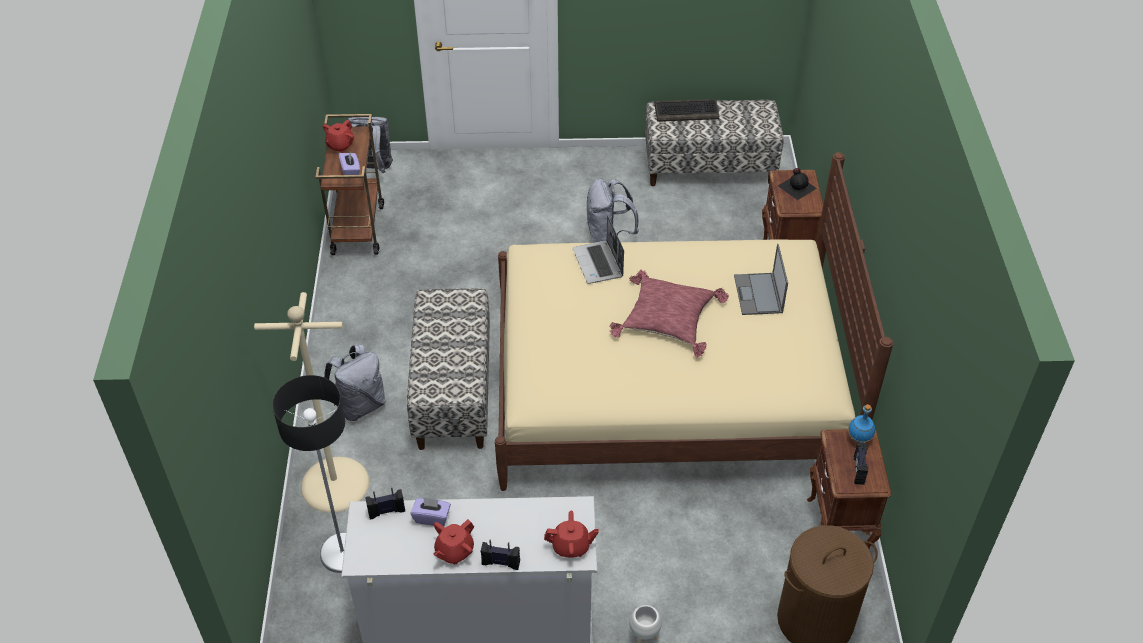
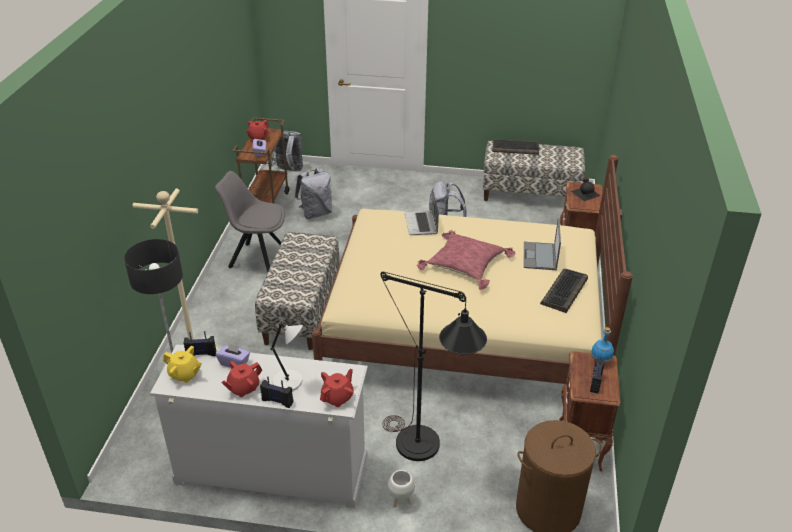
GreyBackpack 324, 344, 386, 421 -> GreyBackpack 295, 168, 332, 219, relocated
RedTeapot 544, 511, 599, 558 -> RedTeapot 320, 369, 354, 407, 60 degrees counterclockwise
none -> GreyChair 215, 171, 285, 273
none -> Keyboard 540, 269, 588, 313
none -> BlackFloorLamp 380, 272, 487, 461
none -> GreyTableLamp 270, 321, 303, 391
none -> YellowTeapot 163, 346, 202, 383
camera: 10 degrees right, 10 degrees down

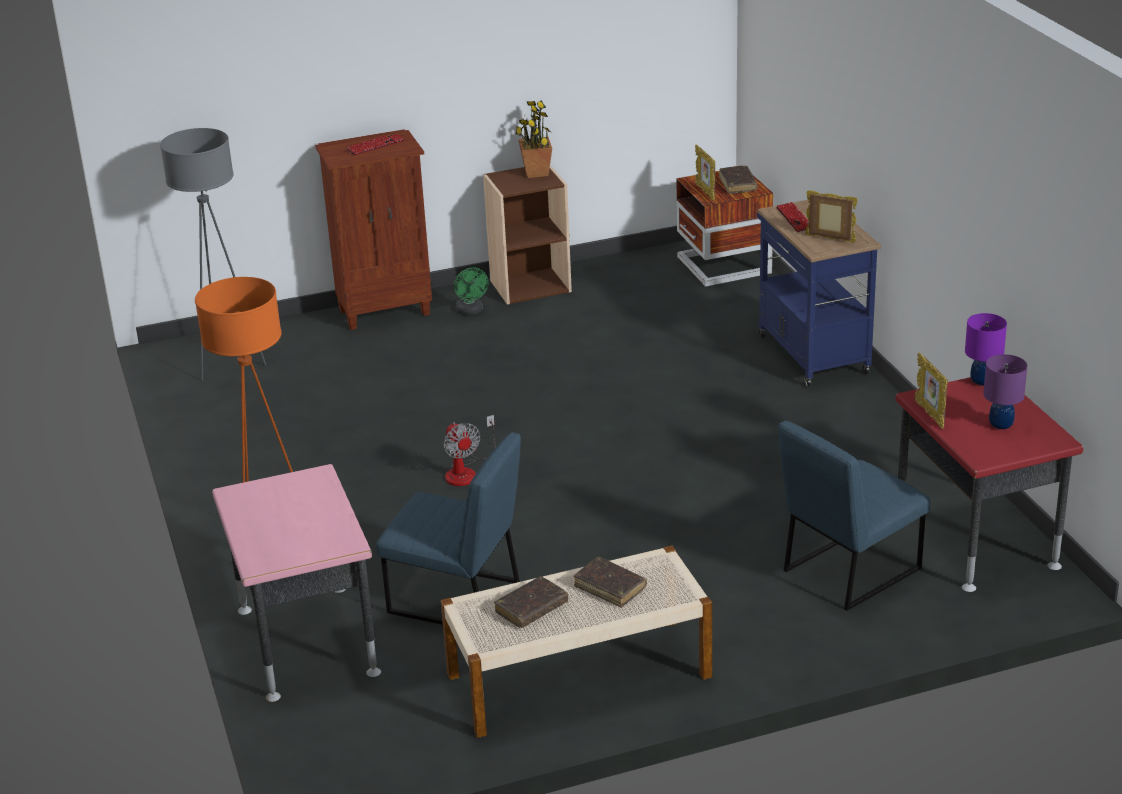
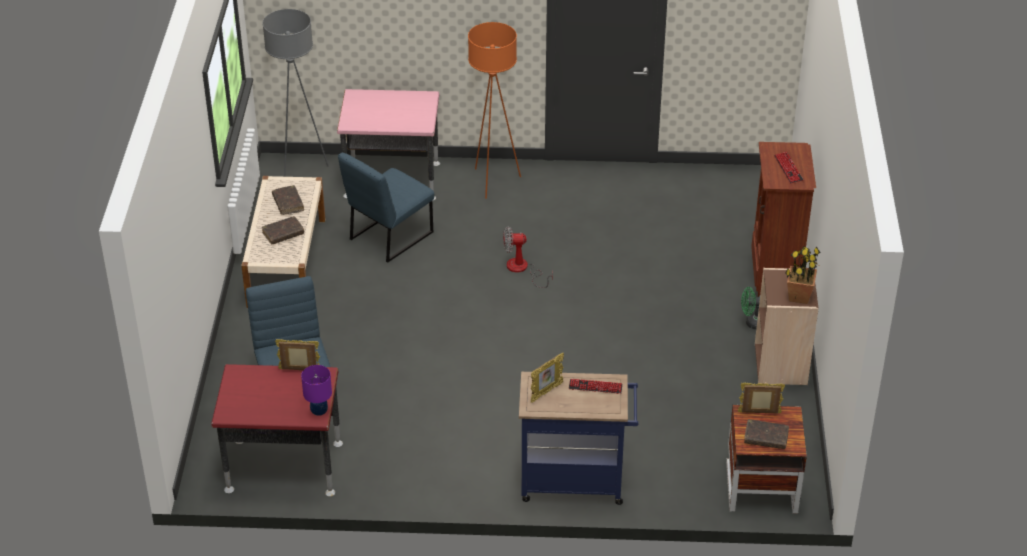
GreyFloorLamp 160, 128, 266, 381 -> GreyFloorLamp 263, 9, 329, 177, relocated
PurpleTableLamp 983, 354, 1027, 429 -> none
camera: 110 degrees right, 10 degrees up

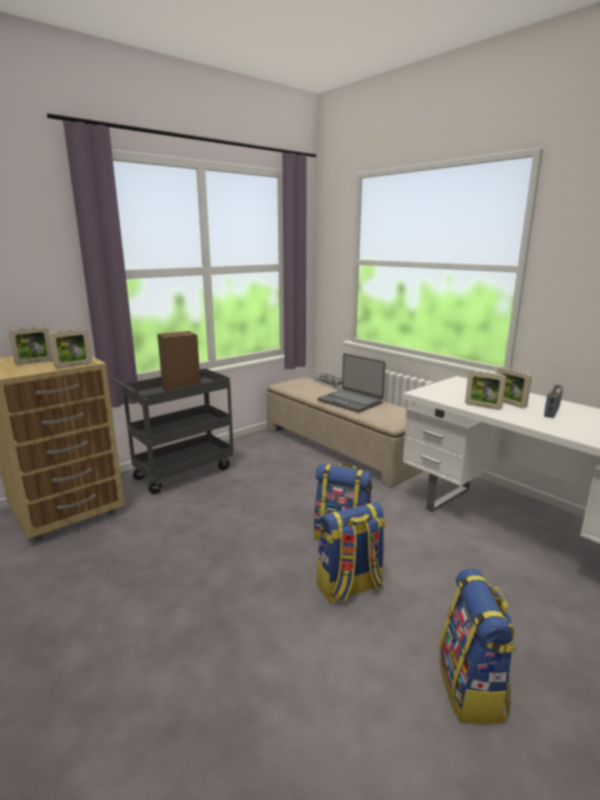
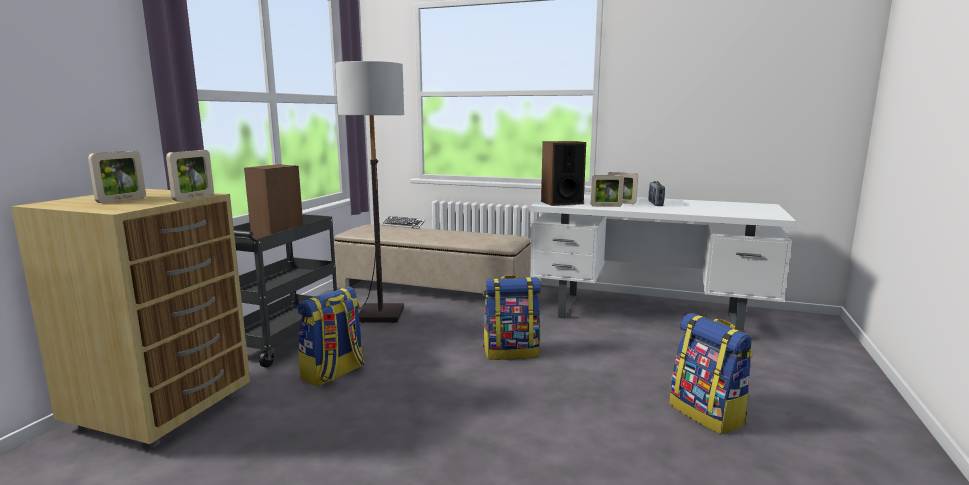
Laptop 318, 353, 386, 413 -> none
Backpack 317, 502, 386, 603 -> Backpack 297, 287, 364, 387, relocated
none -> FloorLamp 335, 61, 404, 323
none -> Speaker 541, 141, 586, 206
camera: 30 degrees left, 5 degrees down

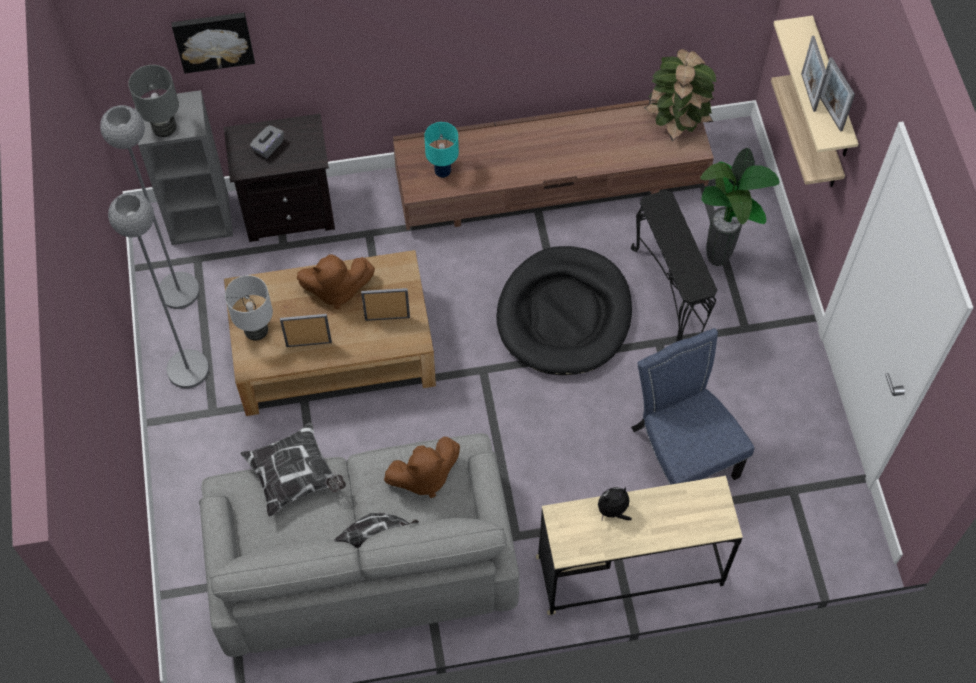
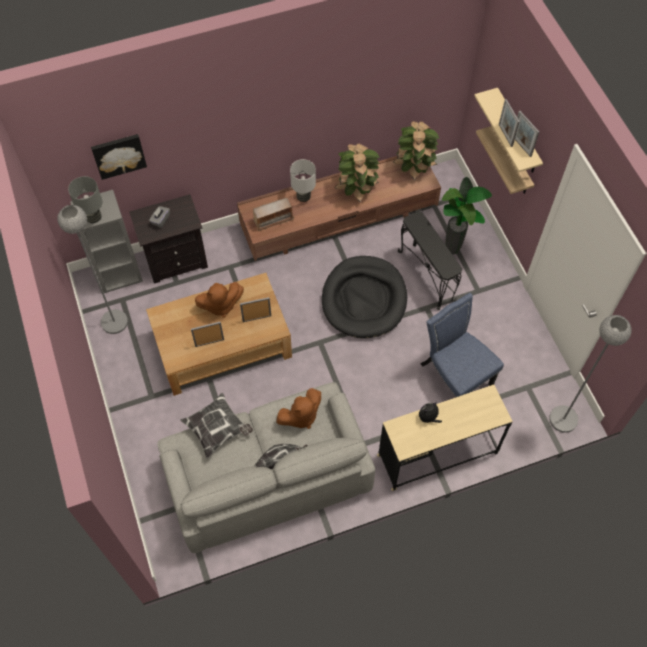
TurquoiseTableLamp 424, 122, 459, 178 -> Radio 253, 197, 294, 231
GreyFloorLamp 108, 192, 209, 388 -> GreyFloorLamp 549, 315, 632, 433, relocated
GreyTableLamp 225, 275, 273, 341 -> GreyTableLamp 290, 159, 316, 202, relocated
none -> PottedPlant 334, 143, 380, 203
camera: 10 degrees left, 0 degrees up

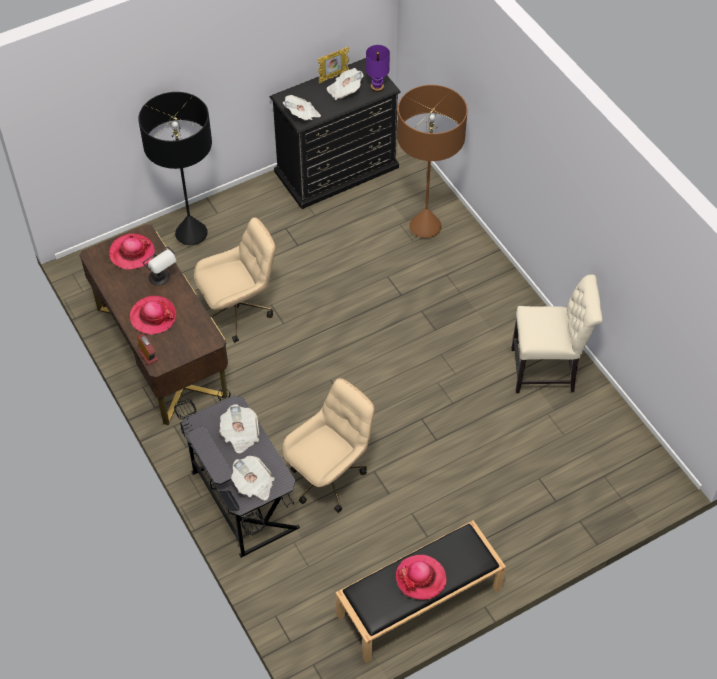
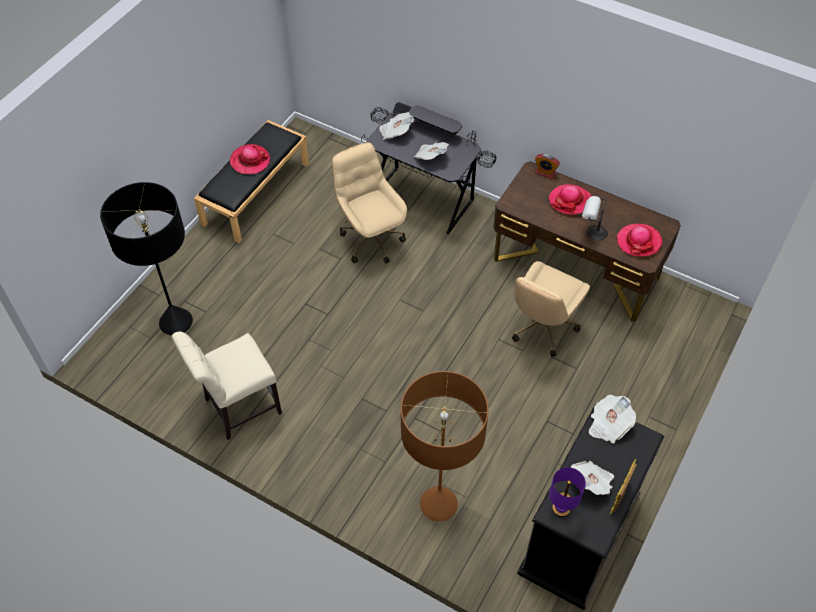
BlackFloorLamp 138, 92, 212, 245 -> BlackFloorLamp 100, 182, 193, 335, relocated
BeigeOfficeChair 283, 378, 375, 513 -> BeigeOfficeChair 332, 142, 407, 263, 135 degrees clockwise
camera: 150 degrees right, 0 degrees up

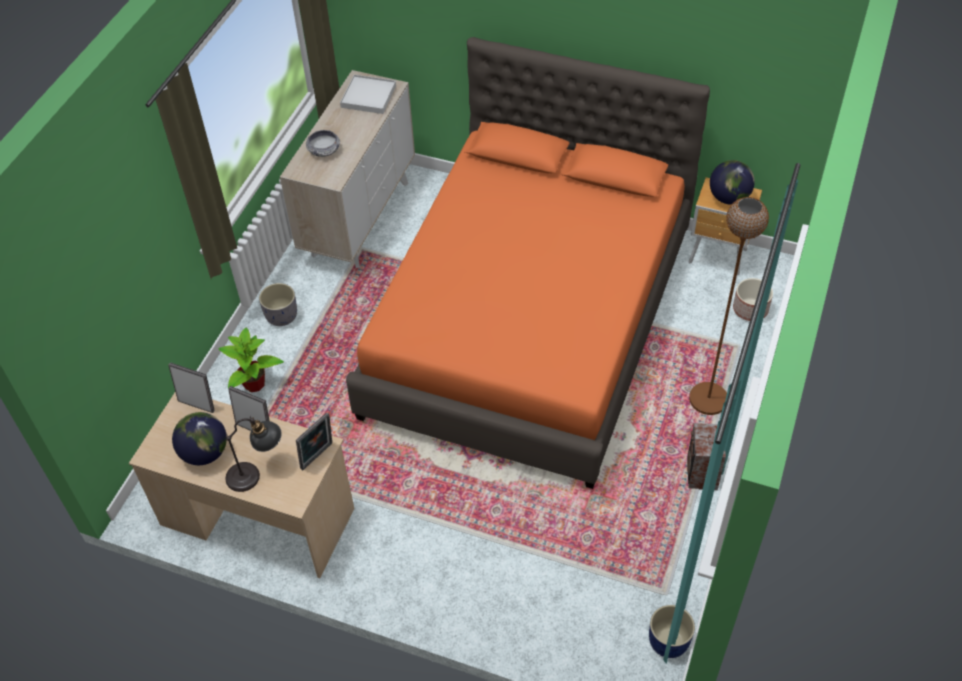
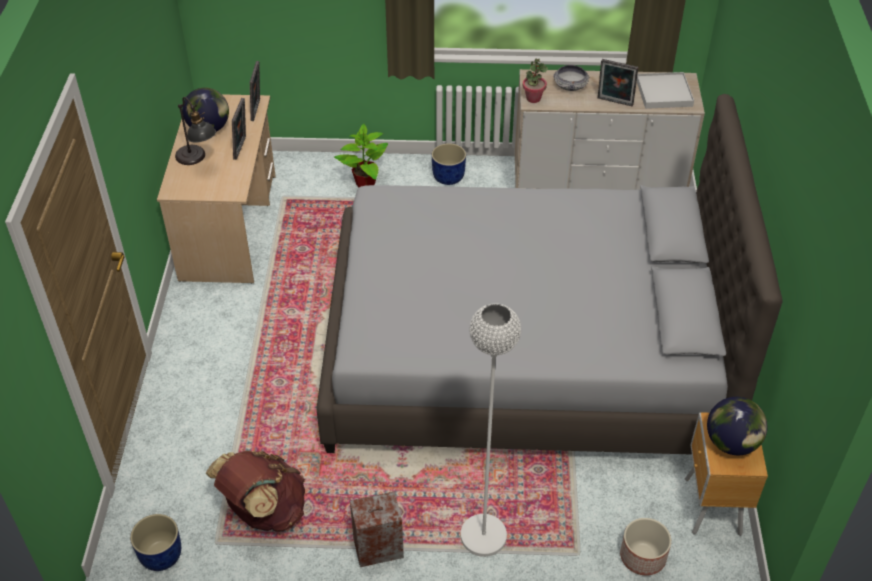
OrangeBed 346, 37, 710, 489 -> GreyBed 317, 94, 783, 455
BrownFloorLamp 689, 197, 769, 415 -> WhiteFloorLamp 461, 303, 521, 557
GreyPlanter 259, 283, 297, 326 -> BluePlanter 432, 143, 466, 185
PictureFrame 296, 412, 332, 470 -> PictureFrame 598, 59, 638, 107, relocated
none -> PottedPlant 523, 59, 548, 103
none -> BrownBackpack 205, 451, 305, 532
camera: 70 degrees right, 5 degrees down

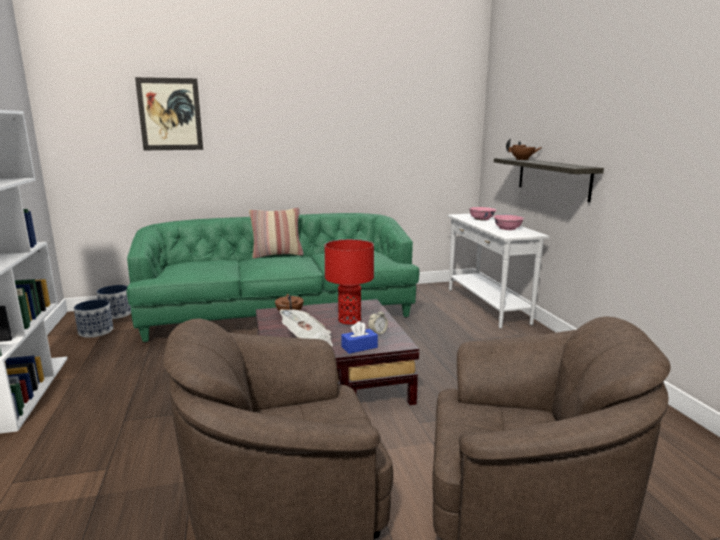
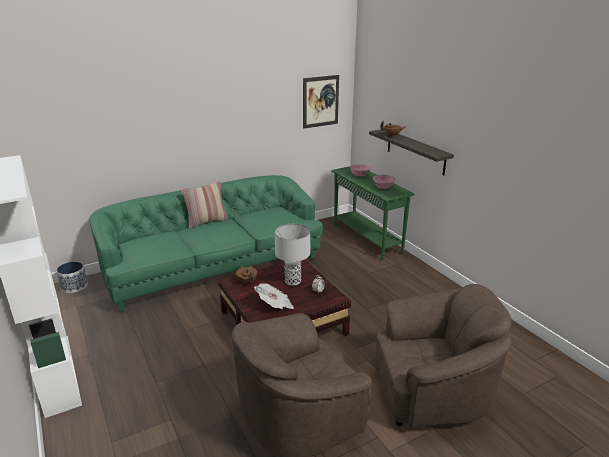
Picture 135, 77, 203, 150 -> Picture 303, 75, 339, 129, relocated
WhiteConsoleTable 447, 214, 550, 329 -> GreenConsoleTable 331, 166, 415, 261
RedTableLamp 325, 239, 374, 324 -> WhiteTableLamp 275, 224, 310, 286
Planter 74, 300, 113, 338 -> none
BlueTissueBox 341, 321, 378, 354 -> none
camera: 15 degrees left, 10 degrees up

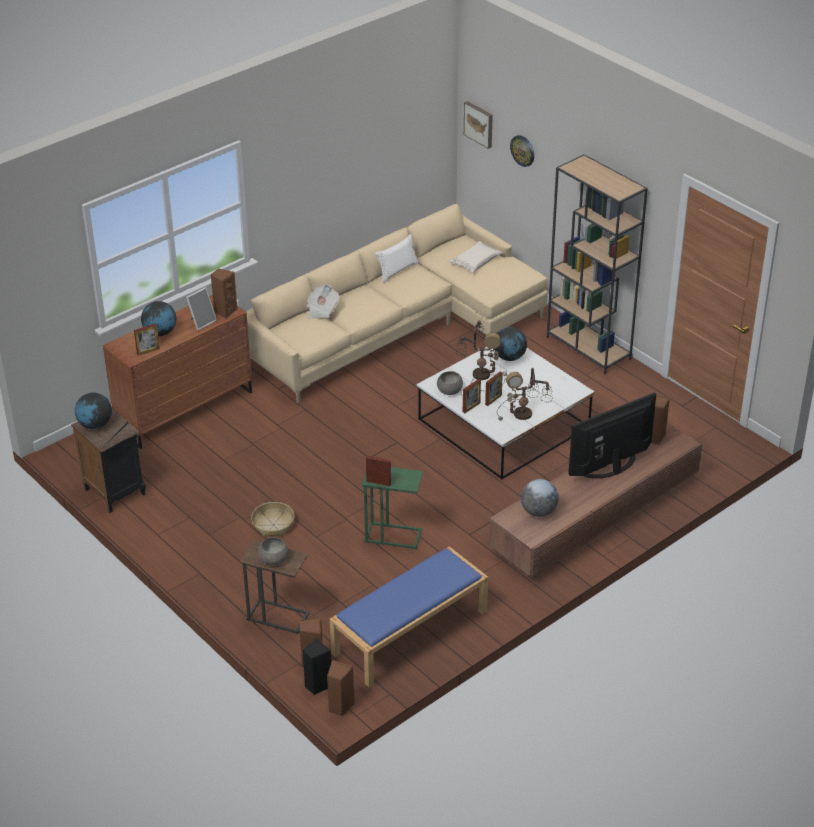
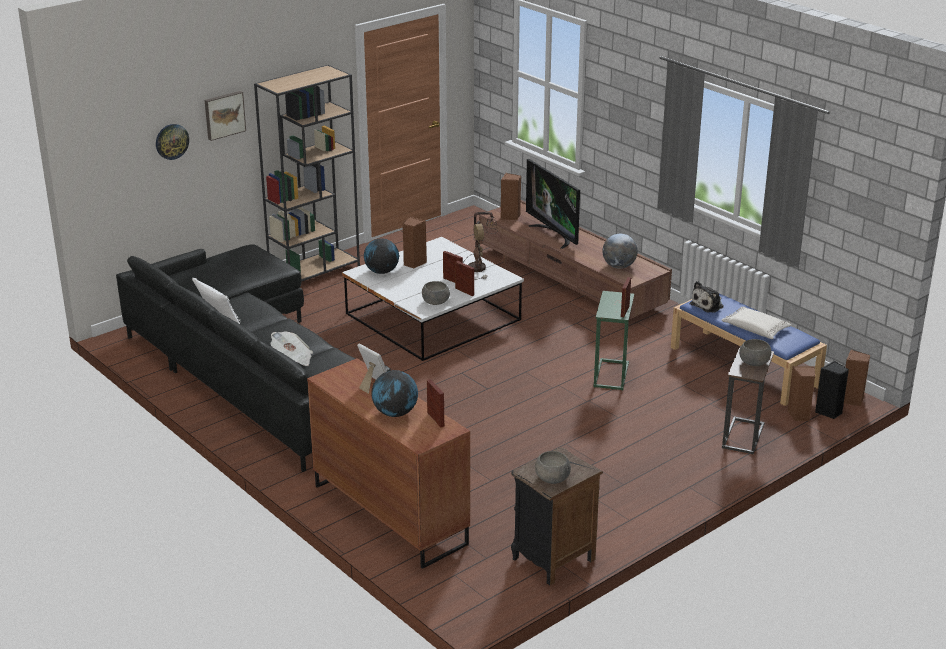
Picture 464, 101, 493, 149 -> Picture 205, 91, 246, 141, relocated
BeigeSofa 246, 204, 548, 403 -> BlackSofa 116, 244, 391, 472
WhitePillow 449, 241, 503, 273 -> WhitePillow 722, 306, 792, 339, relocated
BrownSpeaker 210, 269, 237, 319 -> BrownSpeaker 403, 217, 427, 268, relocated
TableLamp 456, 321, 507, 391 -> none
Globe 75, 392, 112, 429 -> GreyBowl 535, 451, 571, 484
Basket 251, 502, 295, 537 -> none
none -> PlushToy 690, 281, 724, 313
camera: 90 degrees left, 10 degrees down

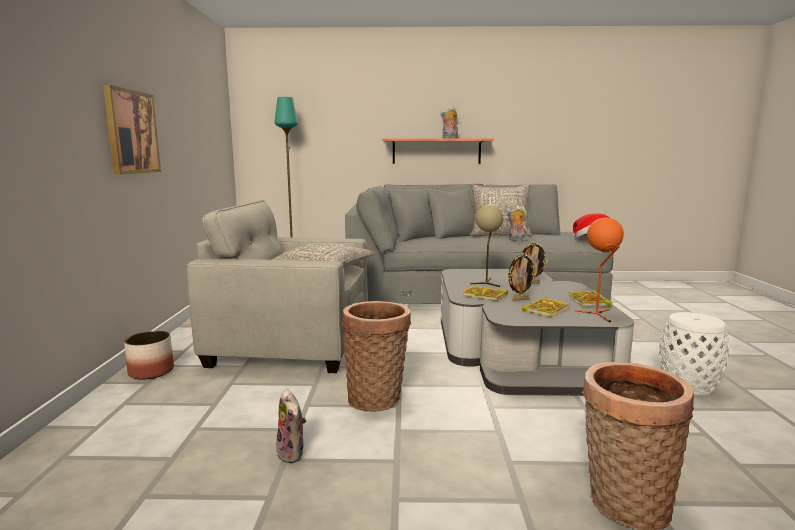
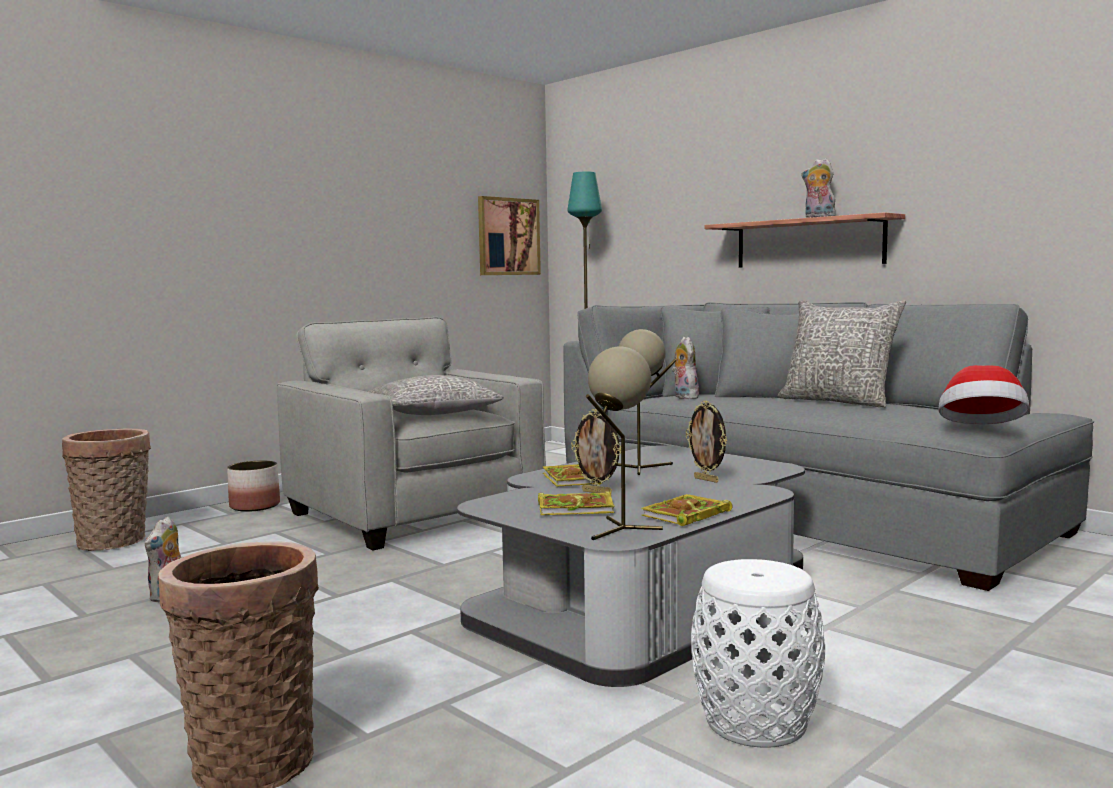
Picture 103, 85, 161, 175 -> Picture 478, 196, 541, 275, relocated
PlushToy 507, 205, 527, 241 -> PlushToy 672, 337, 699, 399, relocated
OrangeTableLamp 575, 218, 624, 322 -> BeigeTableLamp 586, 347, 663, 540
Basket 342, 301, 411, 412 -> Basket 62, 428, 151, 551, relocated
camera: 45 degrees right, 5 degrees down

